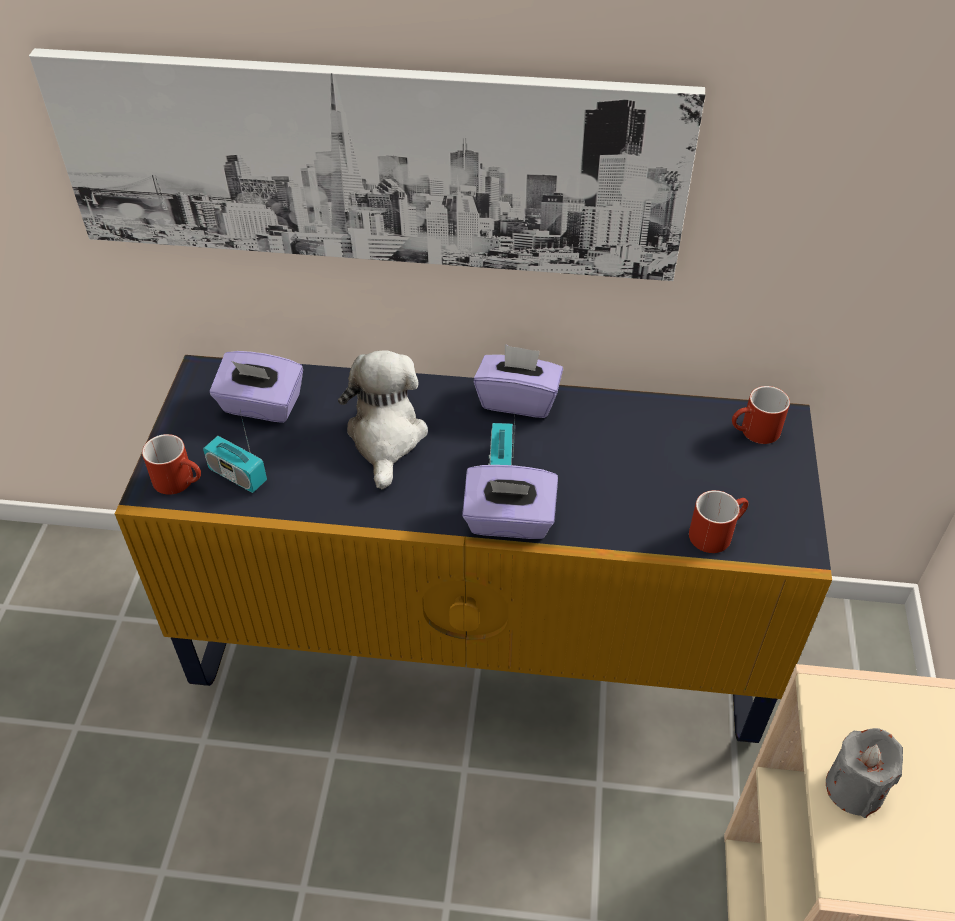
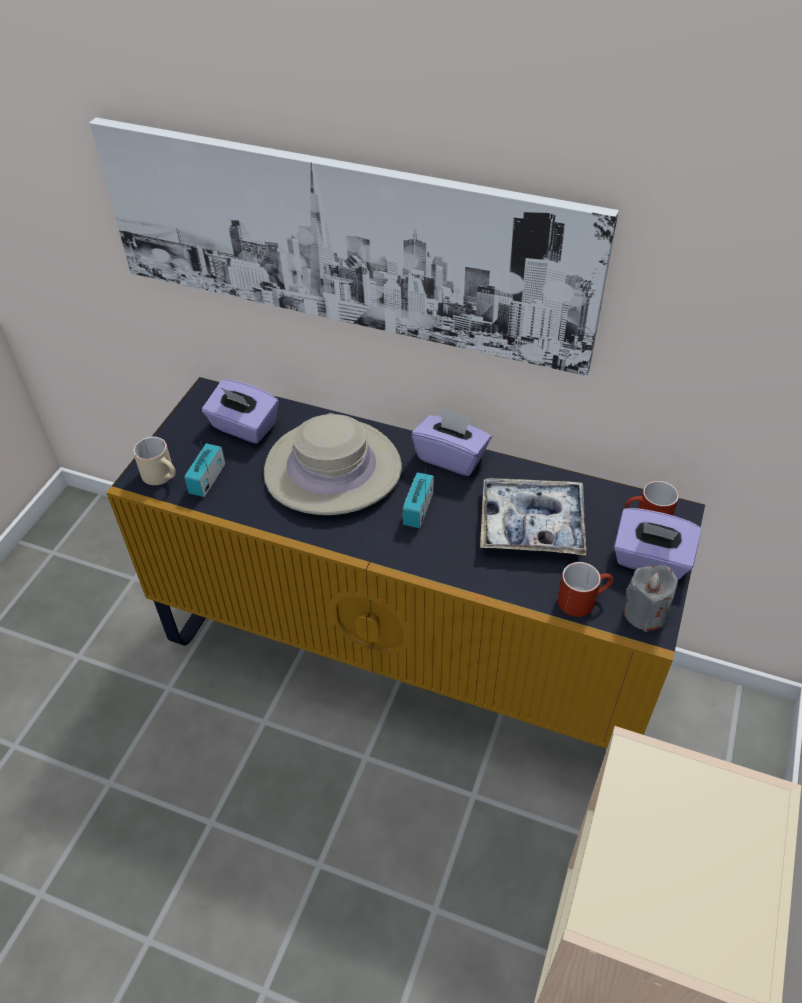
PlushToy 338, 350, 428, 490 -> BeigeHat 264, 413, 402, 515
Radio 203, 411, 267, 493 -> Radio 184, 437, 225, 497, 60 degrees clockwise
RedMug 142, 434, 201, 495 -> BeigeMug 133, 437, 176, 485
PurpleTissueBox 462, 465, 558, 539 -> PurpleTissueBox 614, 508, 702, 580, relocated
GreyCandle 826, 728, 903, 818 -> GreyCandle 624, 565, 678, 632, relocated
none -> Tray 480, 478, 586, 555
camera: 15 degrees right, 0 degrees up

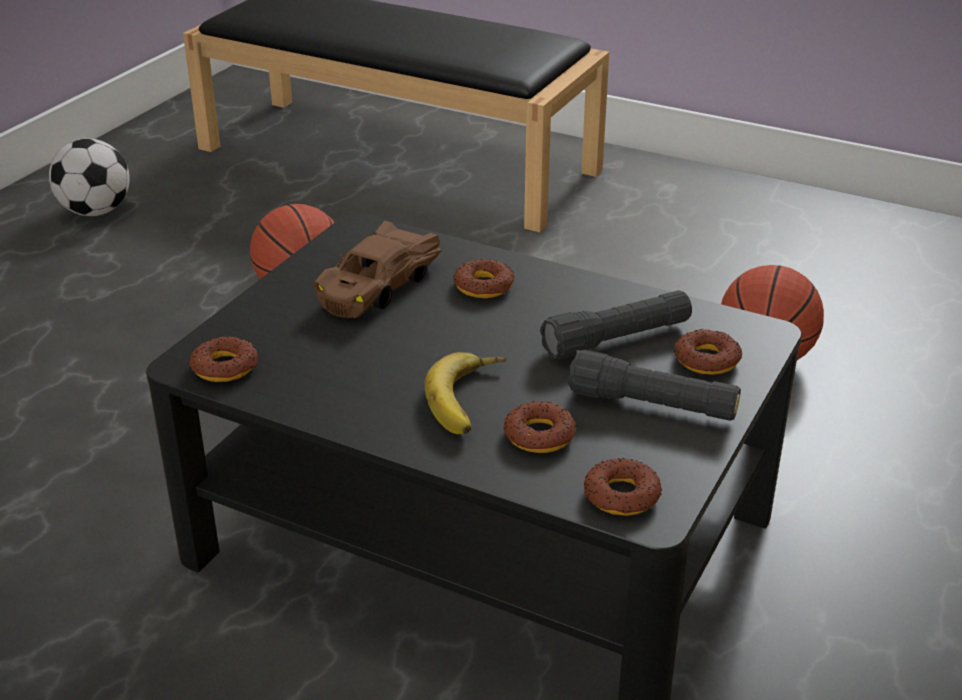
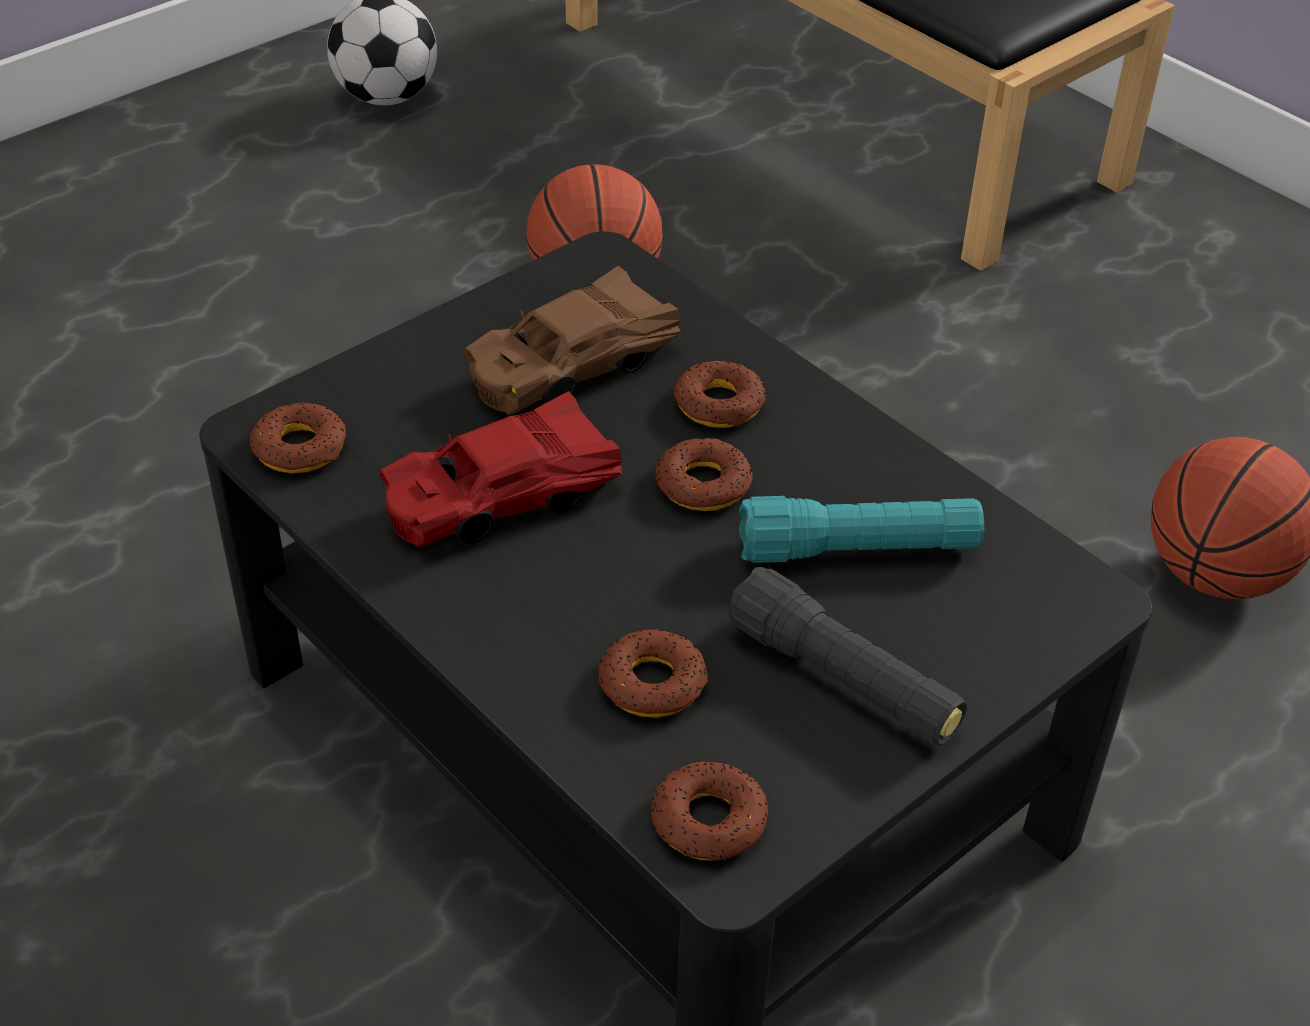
BlackFlashlight 540, 290, 692, 359 -> TurquoiseFlashlight 739, 496, 984, 563
Donut 674, 329, 742, 375 -> Donut 655, 437, 753, 511, relocated
Banana 425, 352, 506, 434 -> none
none -> RedToyCar 379, 391, 623, 547
camera: 20 degrees right, 10 degrees up

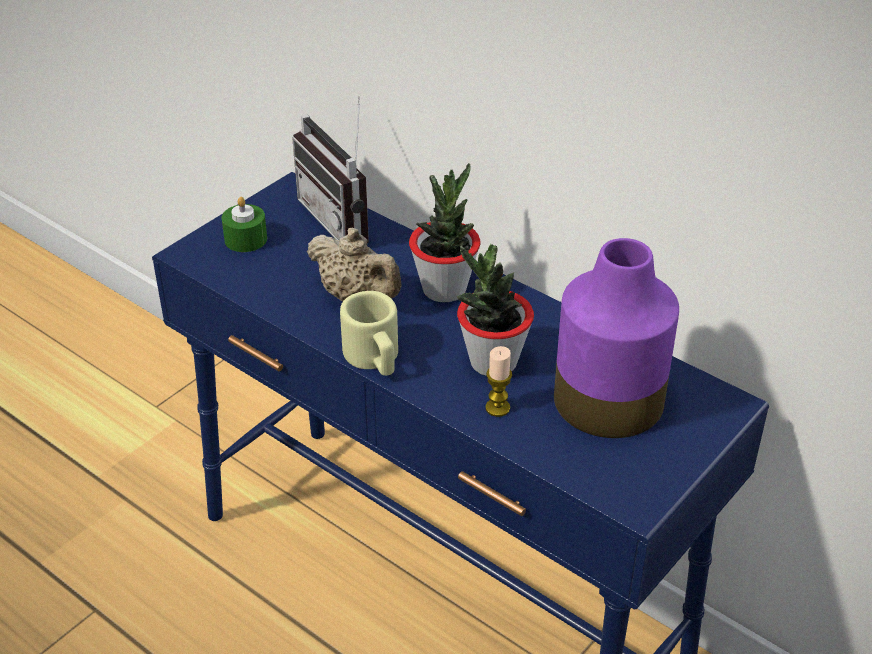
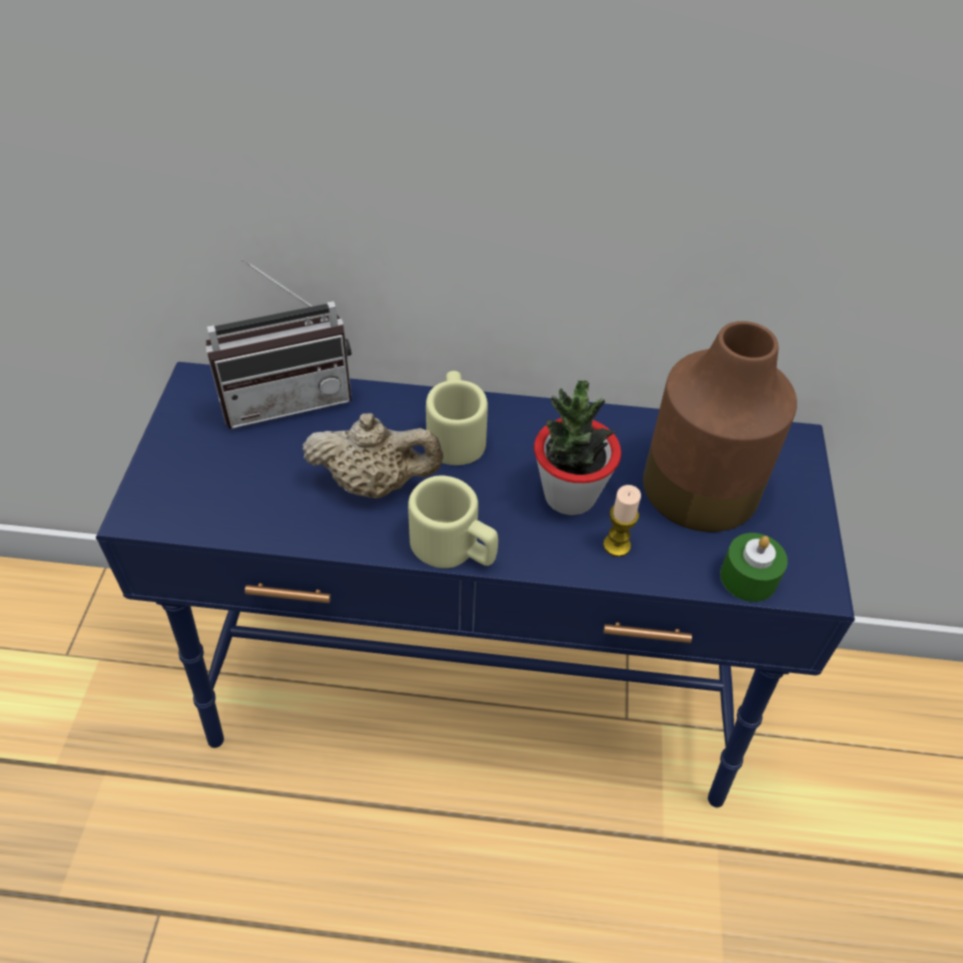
Radio 292, 96, 369, 243 -> Radio 205, 259, 352, 429, 45 degrees counterclockwise
PottedPlant 409, 163, 480, 302 -> BeigeMug 426, 371, 488, 465
GreenCandle 221, 197, 267, 252 -> GreenCandle 720, 533, 788, 602, relocated
PurpleVase 554, 238, 679, 438 -> BrownVase 643, 321, 797, 532
camera: 35 degrees left, 10 degrees up

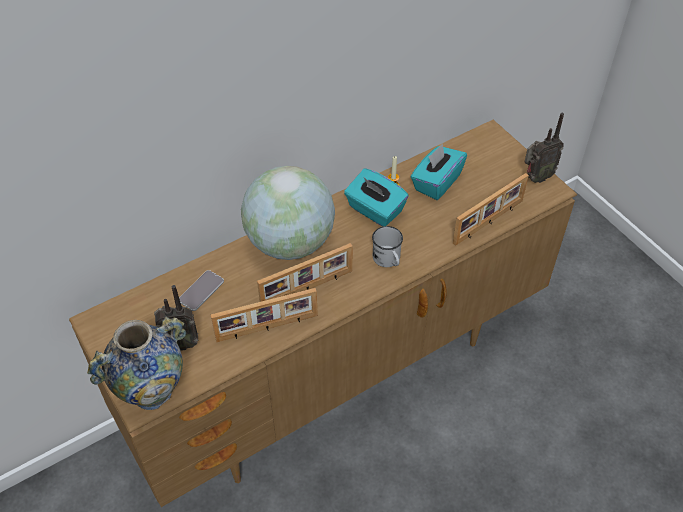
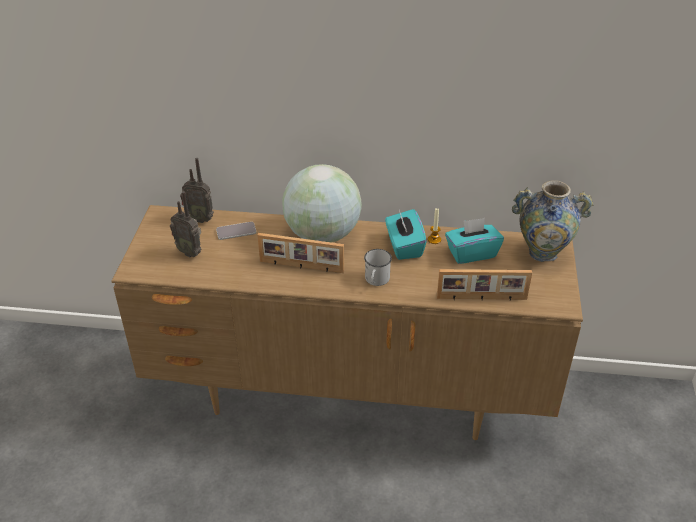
Radio 524, 113, 564, 183 -> Radio 180, 158, 214, 223, relocated
PictureFrame 211, 288, 318, 342 -> none
Vase 87, 317, 186, 410 -> Vase 512, 180, 593, 262, relocated
camera: 40 degrees right, 10 degrees down

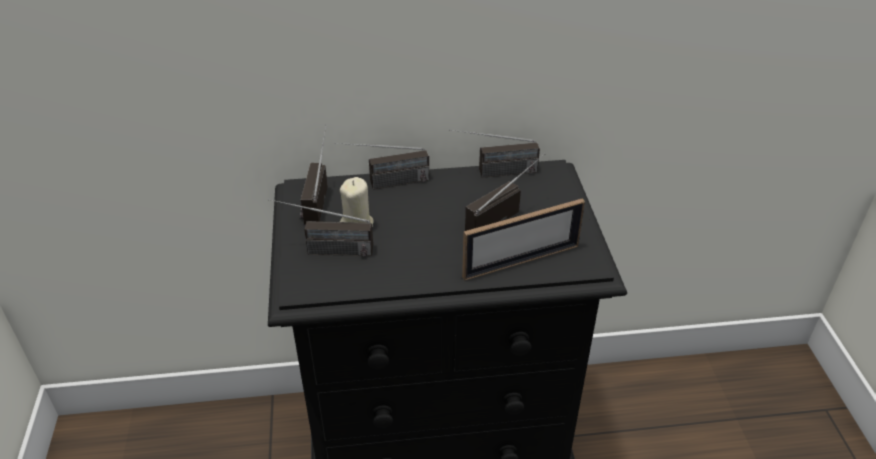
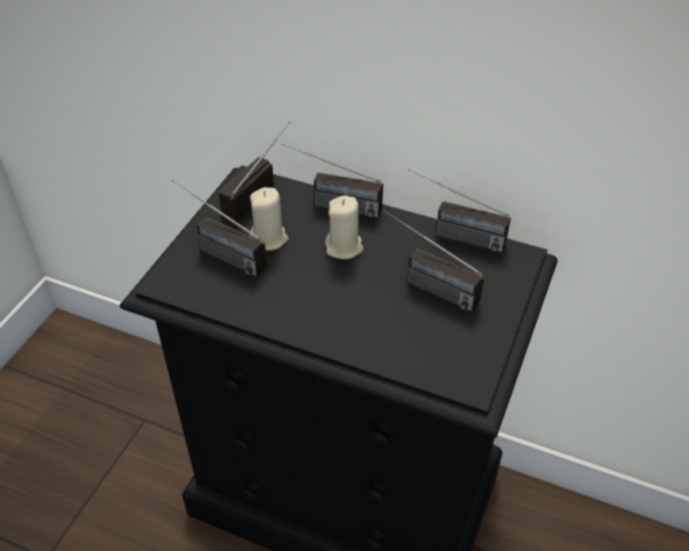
Radio 465, 153, 545, 231 -> Radio 384, 210, 484, 312, 135 degrees counterclockwise
PictureFrame 462, 199, 585, 281 -> none
none -> BeigeCandle 325, 196, 363, 259
camera: 30 degrees right, 5 degrees up

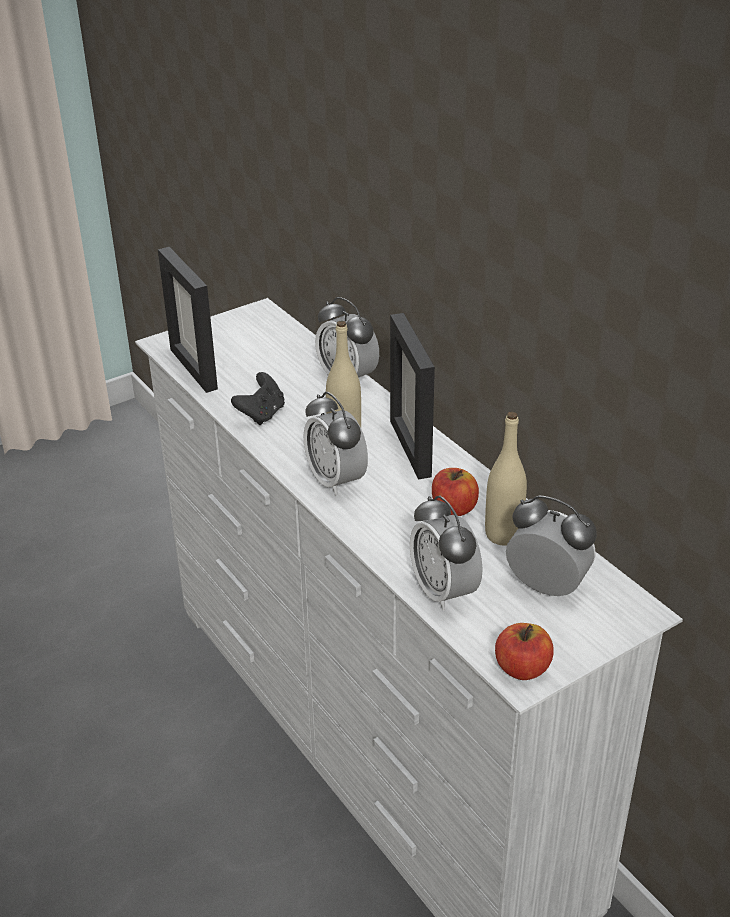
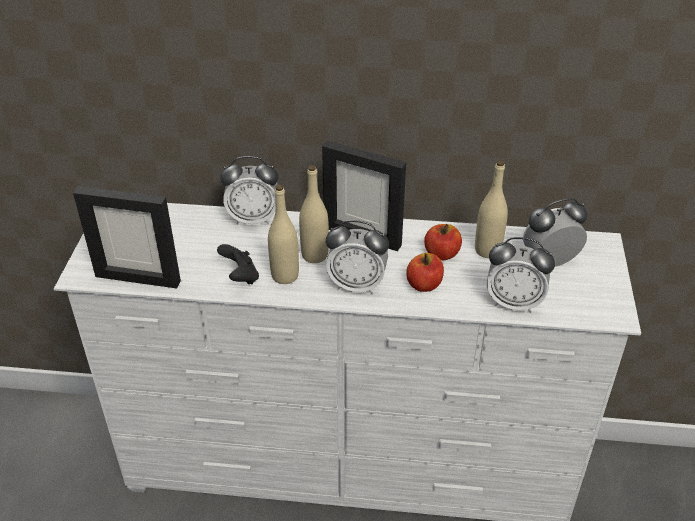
Apple 495, 623, 554, 680 -> Apple 406, 253, 444, 292, relocated
none -> BeigeBottle 268, 185, 299, 284
camera: 50 degrees left, 5 degrees up

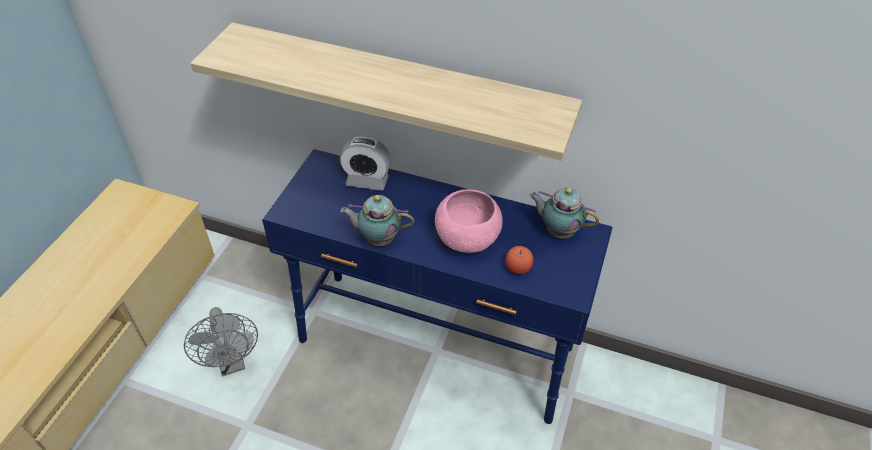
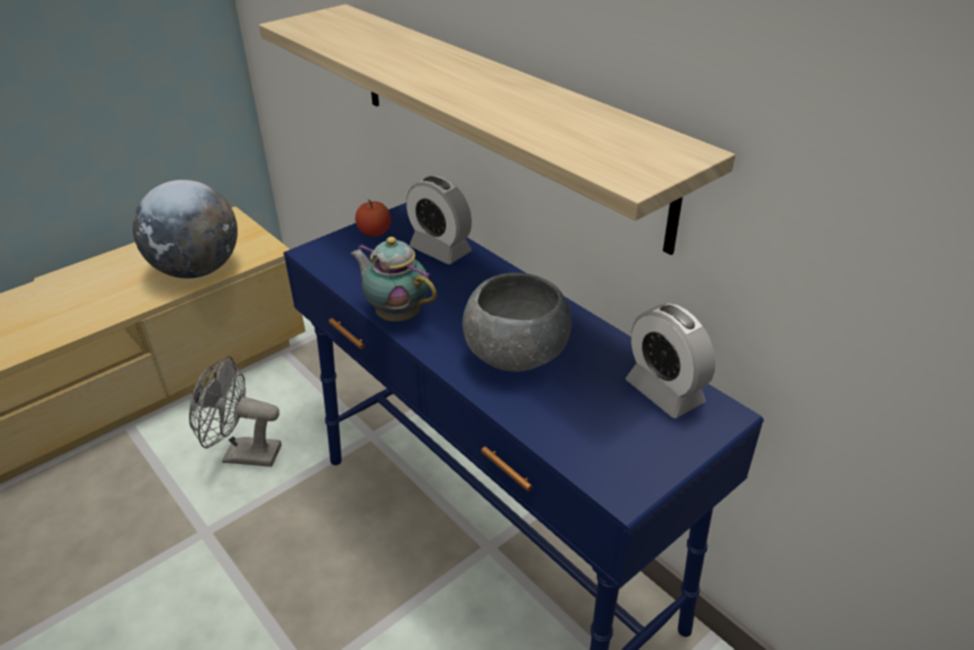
Teapot 529, 188, 599, 238 -> AlarmClock 626, 303, 716, 418
PinkBowl 435, 189, 503, 253 -> GreyBowl 462, 273, 572, 372
Apple 506, 246, 533, 274 -> Apple 355, 199, 391, 236, relocated
GreyFan 184, 307, 258, 377 -> GreyFan 189, 356, 282, 467, 90 degrees clockwise
none -> Globe 133, 180, 238, 278
camera: 30 degrees right, 10 degrees down

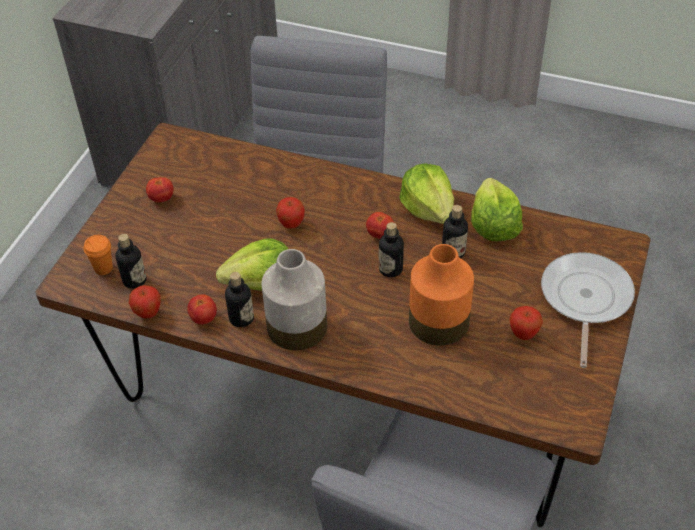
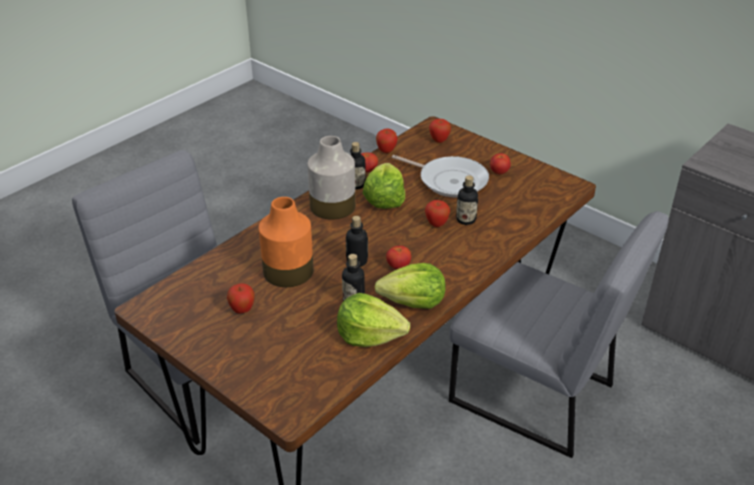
Bottle 115, 234, 147, 289 -> Bottle 456, 176, 478, 225, relocated
OrangeCup 84, 235, 113, 275 -> Apple 429, 119, 451, 143
FryingPan 541, 252, 635, 368 -> FryingPan 392, 155, 489, 198, relocated
camera: 110 degrees right, 10 degrees down

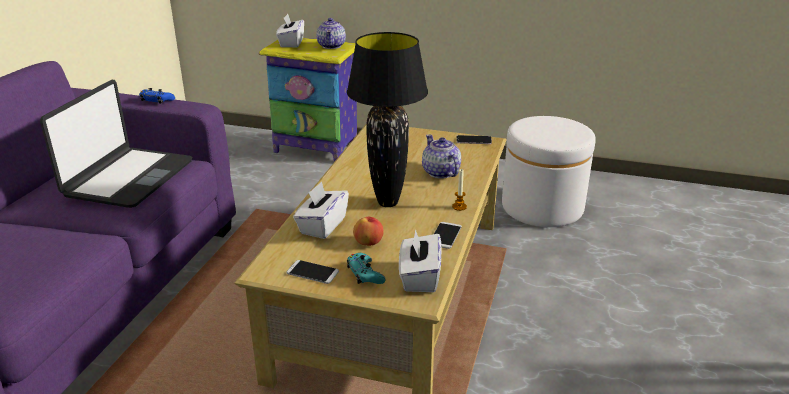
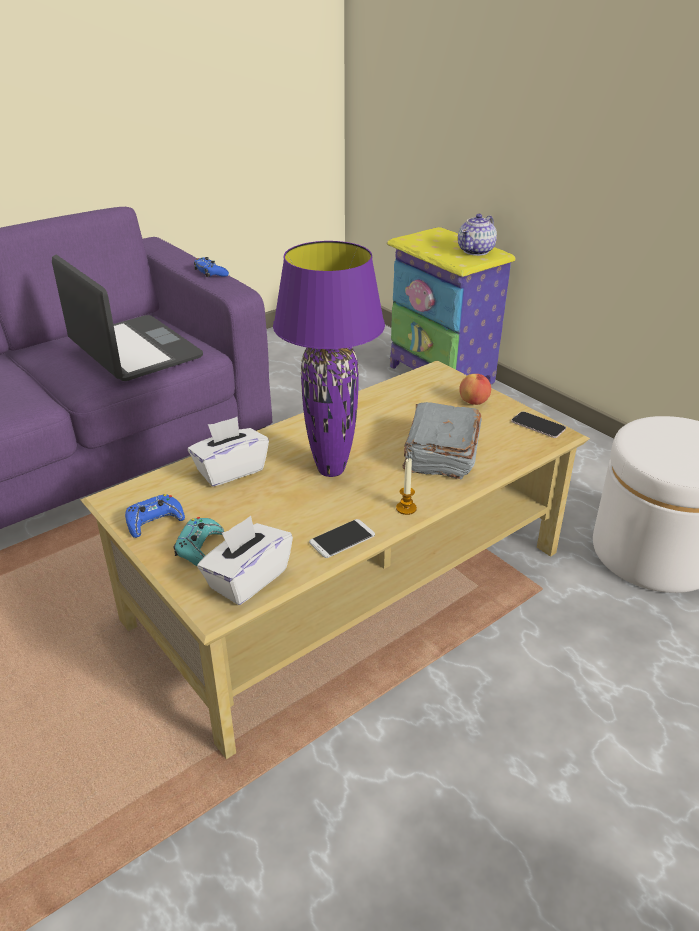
WhiteTissueBox 276, 14, 304, 47 -> none
BlackTableLamp 347, 32, 428, 207 -> PurpleTableLamp 273, 241, 385, 477
Laptop 40, 80, 192, 208 -> Laptop 52, 254, 203, 381, 90 degrees counterclockwise
Teapot 422, 134, 461, 179 -> GreyBook 403, 402, 482, 479
Apple 353, 217, 383, 246 -> Apple 459, 374, 491, 405, relocated
Phone 286, 260, 339, 284 -> BlueGameController 125, 494, 185, 538
camera: 35 degrees right, 5 degrees up

